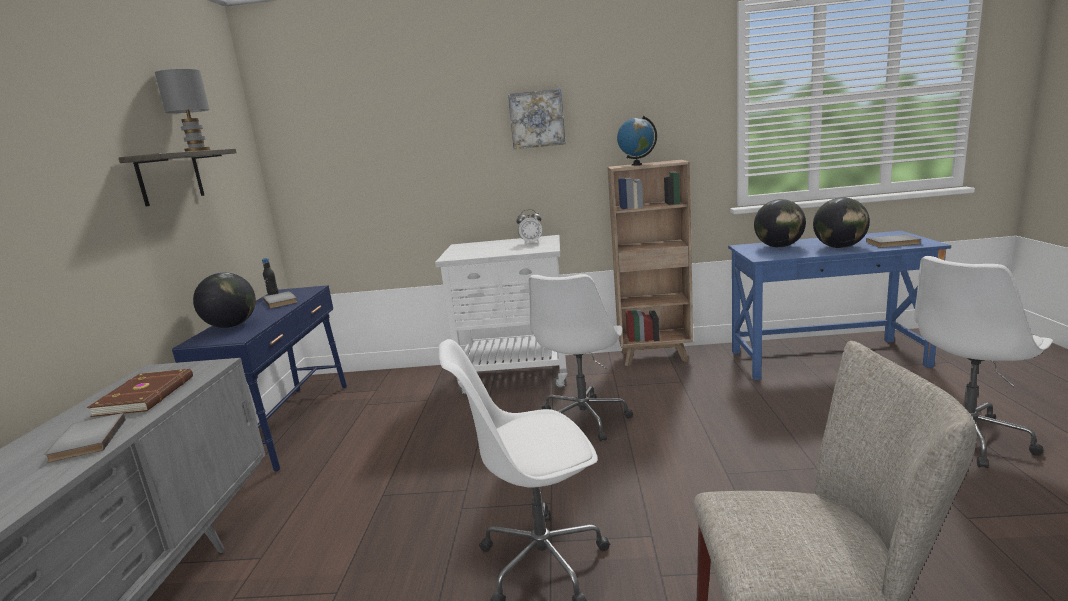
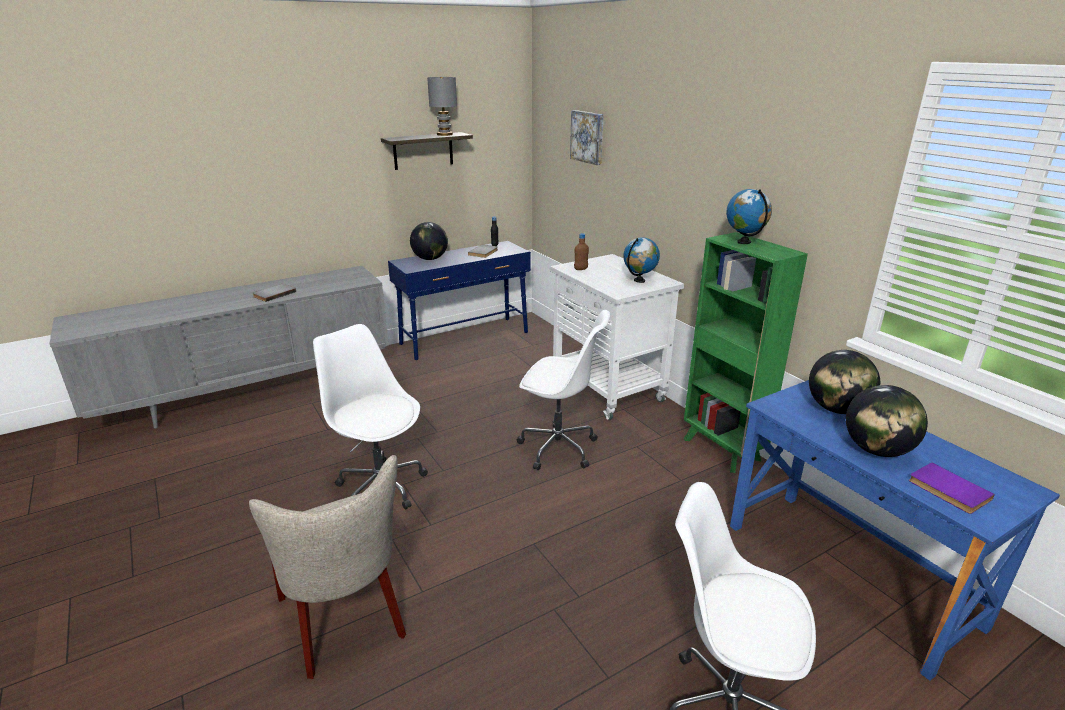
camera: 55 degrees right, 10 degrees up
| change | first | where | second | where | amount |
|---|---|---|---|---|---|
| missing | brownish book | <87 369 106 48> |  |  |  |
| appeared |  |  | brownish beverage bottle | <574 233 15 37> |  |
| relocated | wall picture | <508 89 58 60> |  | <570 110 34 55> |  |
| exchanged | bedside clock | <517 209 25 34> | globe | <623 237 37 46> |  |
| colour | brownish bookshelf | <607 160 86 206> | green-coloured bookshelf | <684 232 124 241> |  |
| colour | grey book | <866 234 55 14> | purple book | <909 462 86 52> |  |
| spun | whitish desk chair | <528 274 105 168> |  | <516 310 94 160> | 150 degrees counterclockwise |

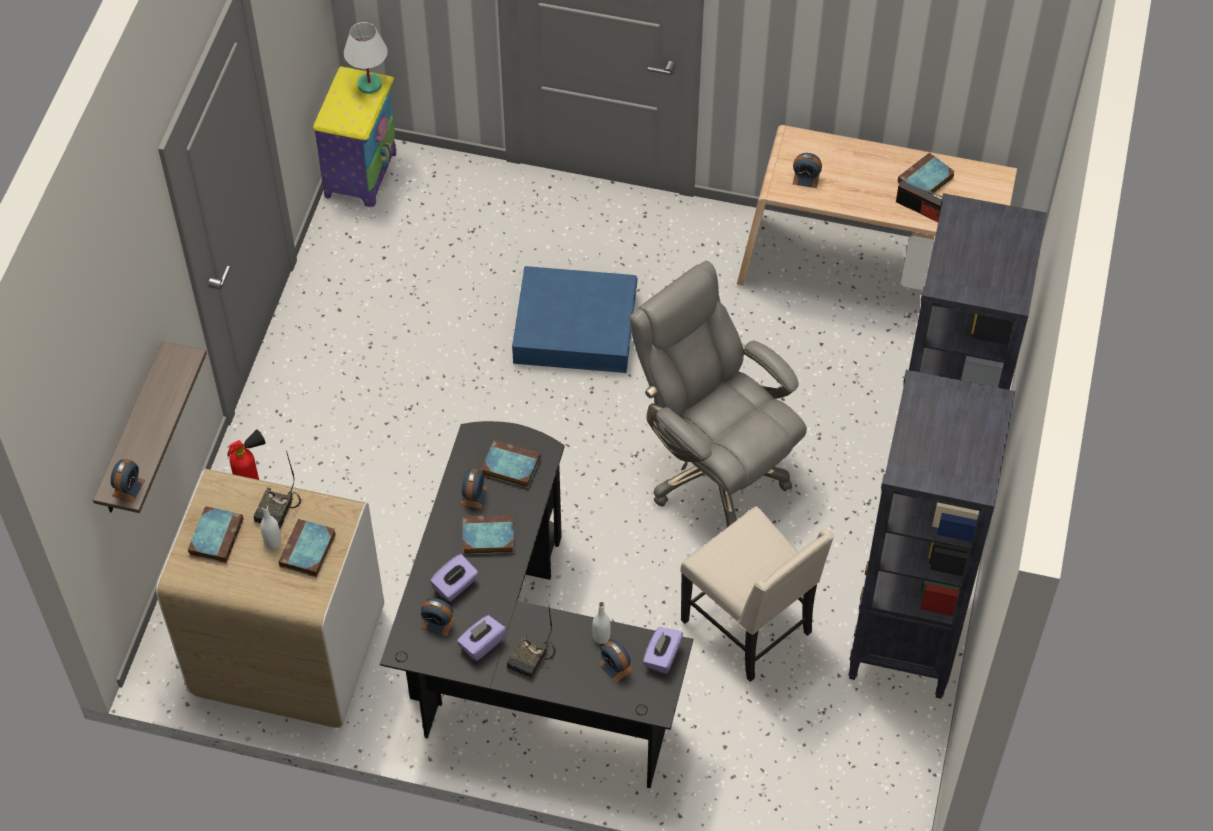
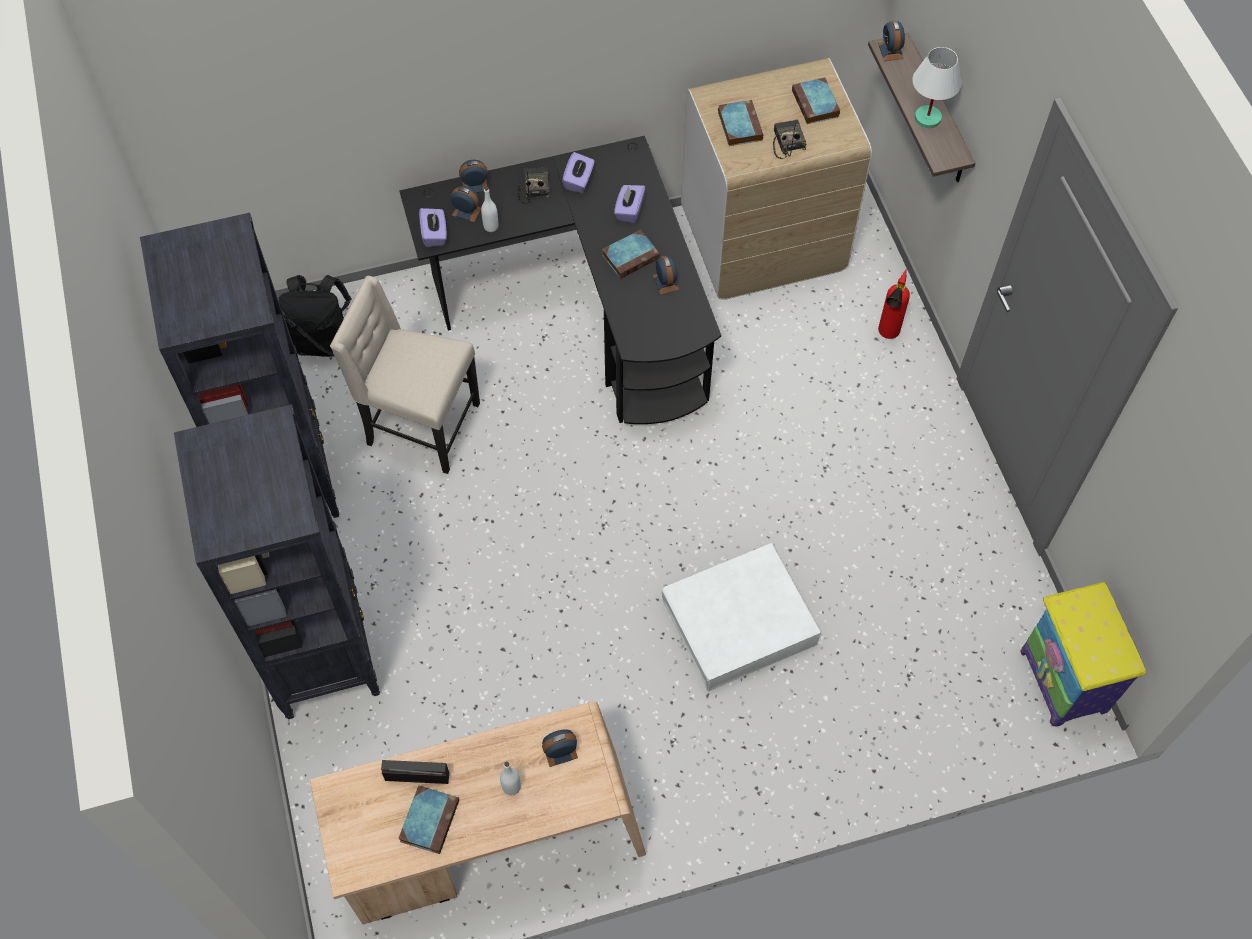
camera: 150 degrees right, 5 degrees up
| change | first | where | second | where | amount |
|---|---|---|---|---|---|
| missing | book | <481 440 60 48> |  |  |  |
| missing | grey desk chair | <630 261 177 266> |  |  |  |
| appeared |  |  | black rucksack | <278 275 74 82> |  |
| relocated | whitish beverage bottle | <260 504 21 45> |  | <500 762 21 34> |  |
| relocated | whitish tabletop lamp | <344 22 44 72> |  | <912 47 50 81> |  |
| relocated | bedside clock | <421 598 34 38> |  | <459 160 29 33> |  |
| colour | bluish storage container | <512 266 126 107> | whitish storage container | <662 543 159 148> |  |

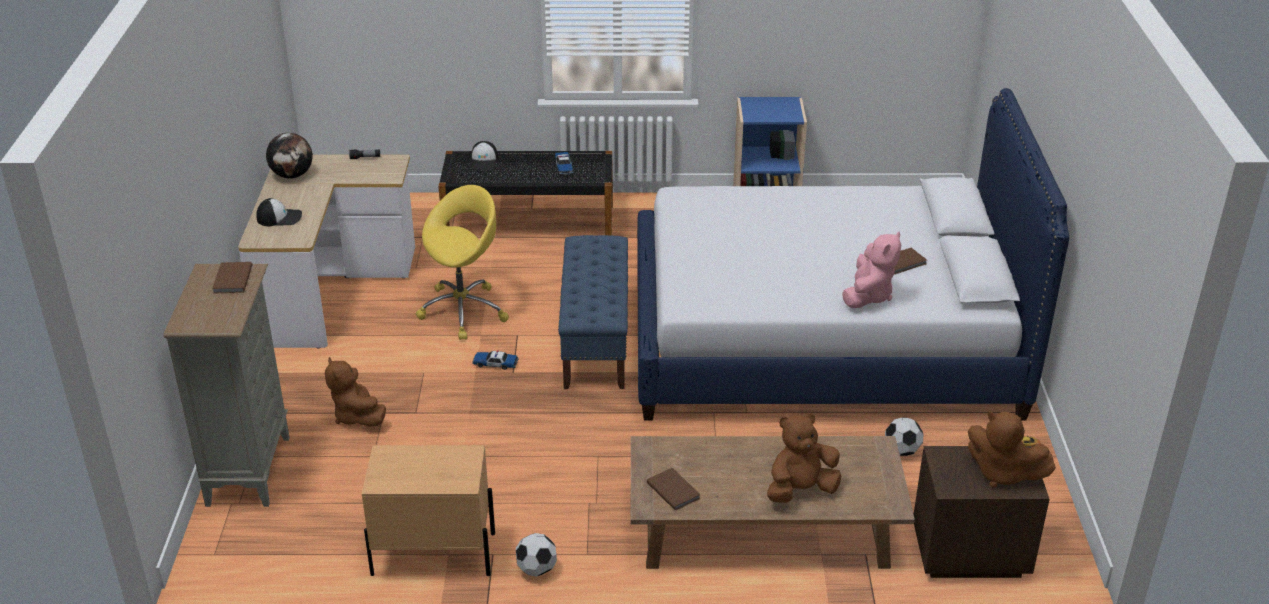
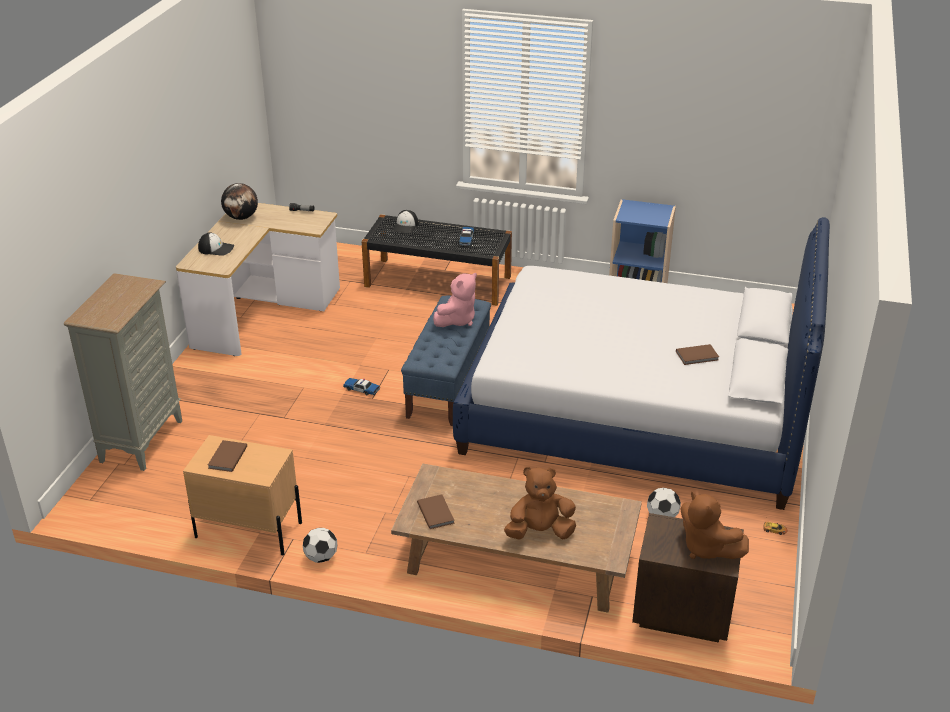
camera: 15 degrees right, 0 degrees up
| change | first | where | second | where | amount |
|---|---|---|---|---|---|
| missing | brownish soft toy | <325 357 61 70> |  |  |  |
| missing | yellowish desk chair | <416 185 93 155> |  |  |  |
| relocated | brownish book | <212 262 40 32> |  | <208 440 39 32> |  |
| relocated | pink-coloured soft toy | <842 232 59 76> |  | <433 273 44 54> |  |

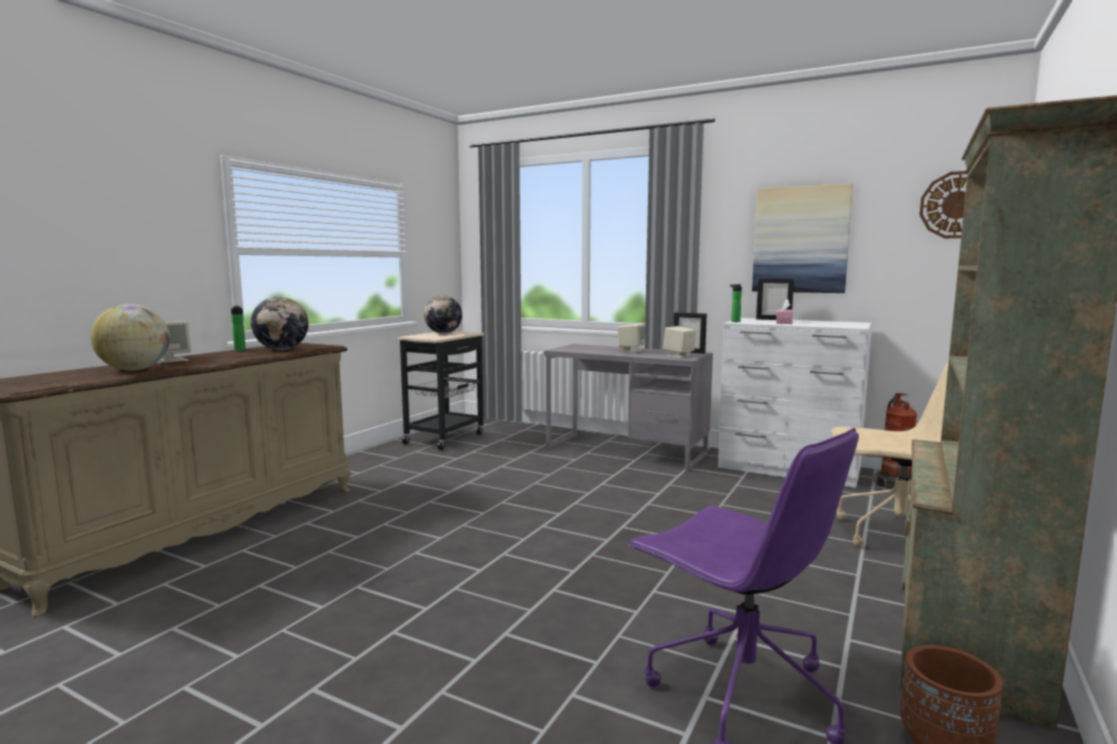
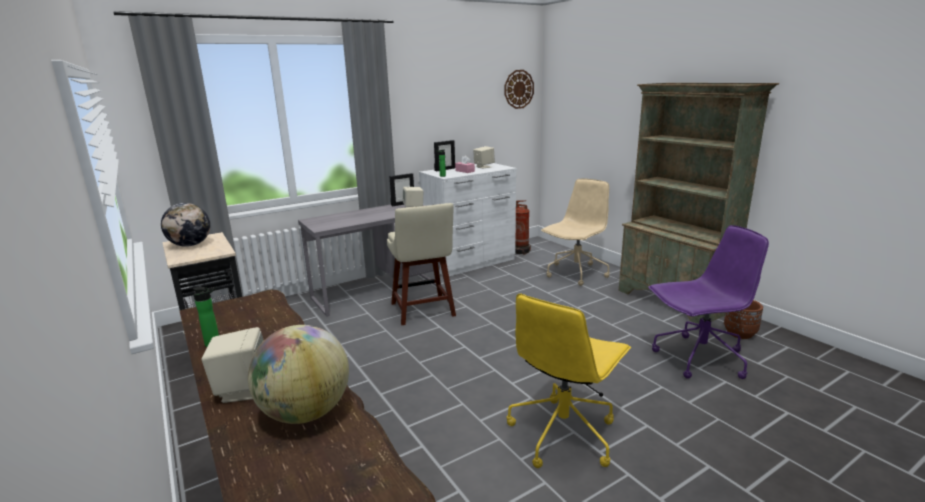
camera: 60 degrees left, 10 degrees up
| change | first | where | second | where | amount |
|---|---|---|---|---|---|
| missing | globe | <251 297 57 53> |  |  |  |
| missing | wall picture | <752 183 101 110> |  |  |  |
| appeared |  |  | beige stool seat | <387 203 69 122> |  |
| appeared |  |  | yellowish desk chair | <507 294 124 174> |  |
| relocated | beige speaker | <617 324 29 29> |  | <473 146 22 23> |  |

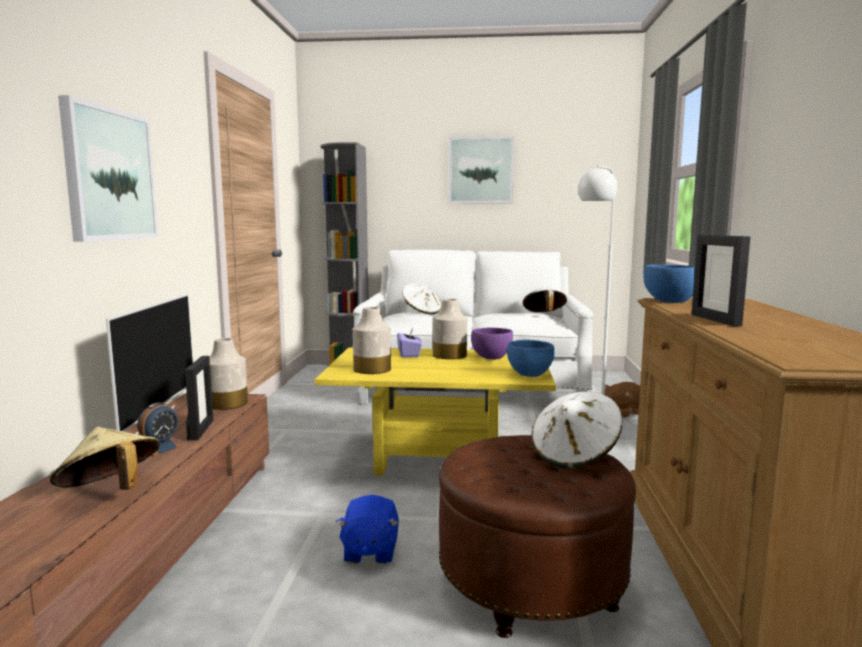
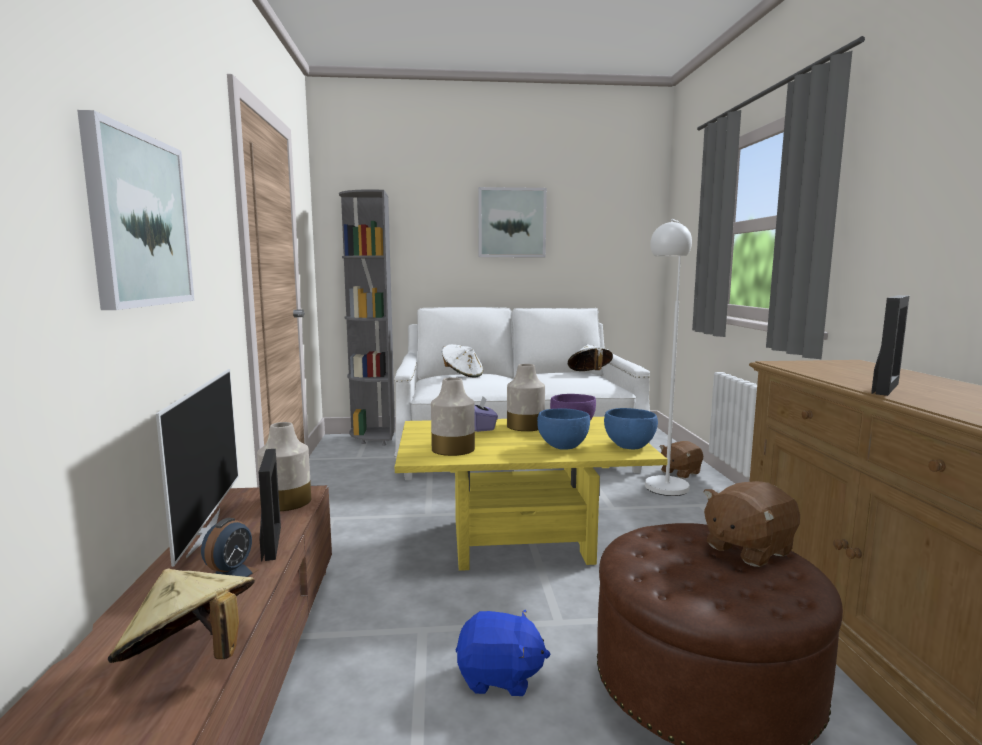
camera: 10 degrees left, 0 degrees up
| change | first | where | second | where | amount |
|---|---|---|---|---|---|
| relocated | bluish deep dish | <643 265 52 38> |  | <537 408 53 42> |  |
| exchanged | whitish hat | <531 392 92 77> | brownish soft toy | <703 481 97 86> |  |
| spun | bluish soft toy | <336 495 63 69> |  | <456 610 94 86> | 75 degrees counterclockwise |
| spun | picture frame | <691 235 59 91> |  | <871 295 38 101> | 120 degrees counterclockwise |

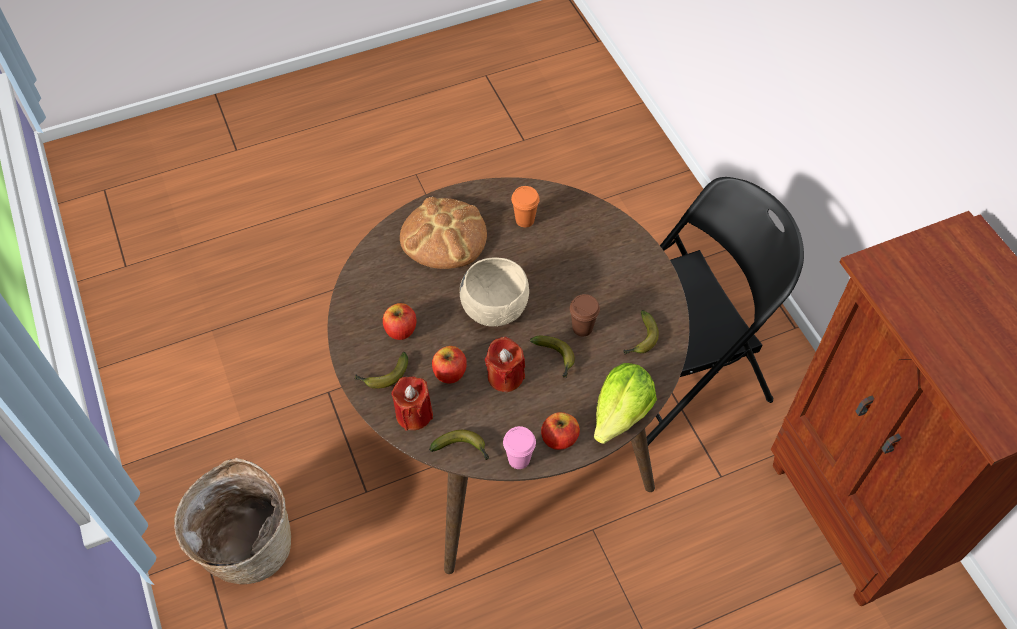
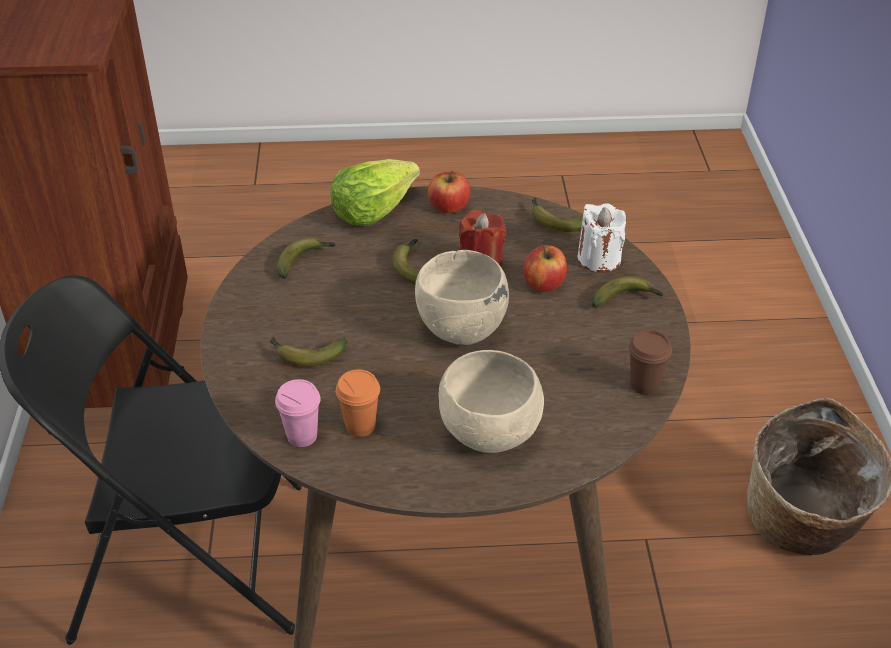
camera: 160 degrees left, 15 degrees down
| change | first | where | second | where | amount |
|---|---|---|---|---|---|
| missing | apple fruit | <383 303 33 37> |  |  |  |
| appeared |  |  | banana | <269 337 78 29> |  |
| relocated | pink-coloured cup | <503 426 33 43> |  | <275 379 46 68> |  |
| relocated | brownish cup | <570 294 30 43> |  | <629 329 43 66> |  |
| exchanged | bakery bread | <400 197 87 72> | beige deep dish | <439 350 105 103> |  |
| colour | red-coloured wax light | <391 377 42 54> | whitish wax light | <578 203 48 69> |  |

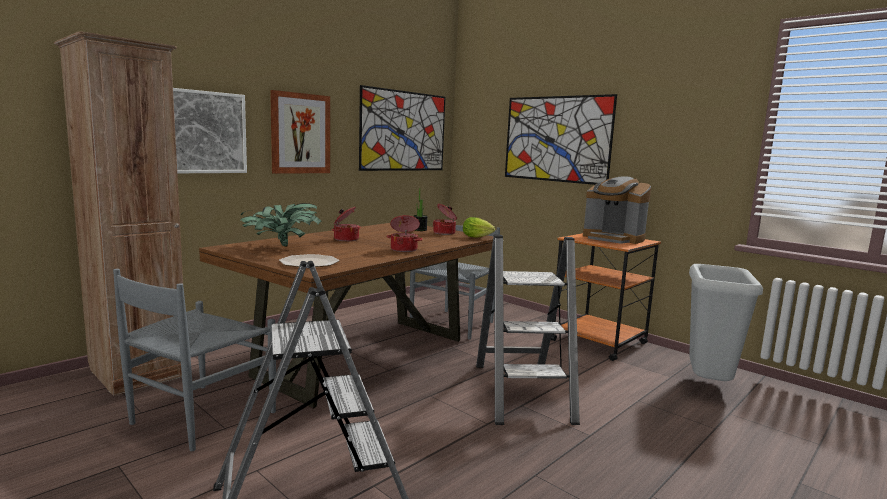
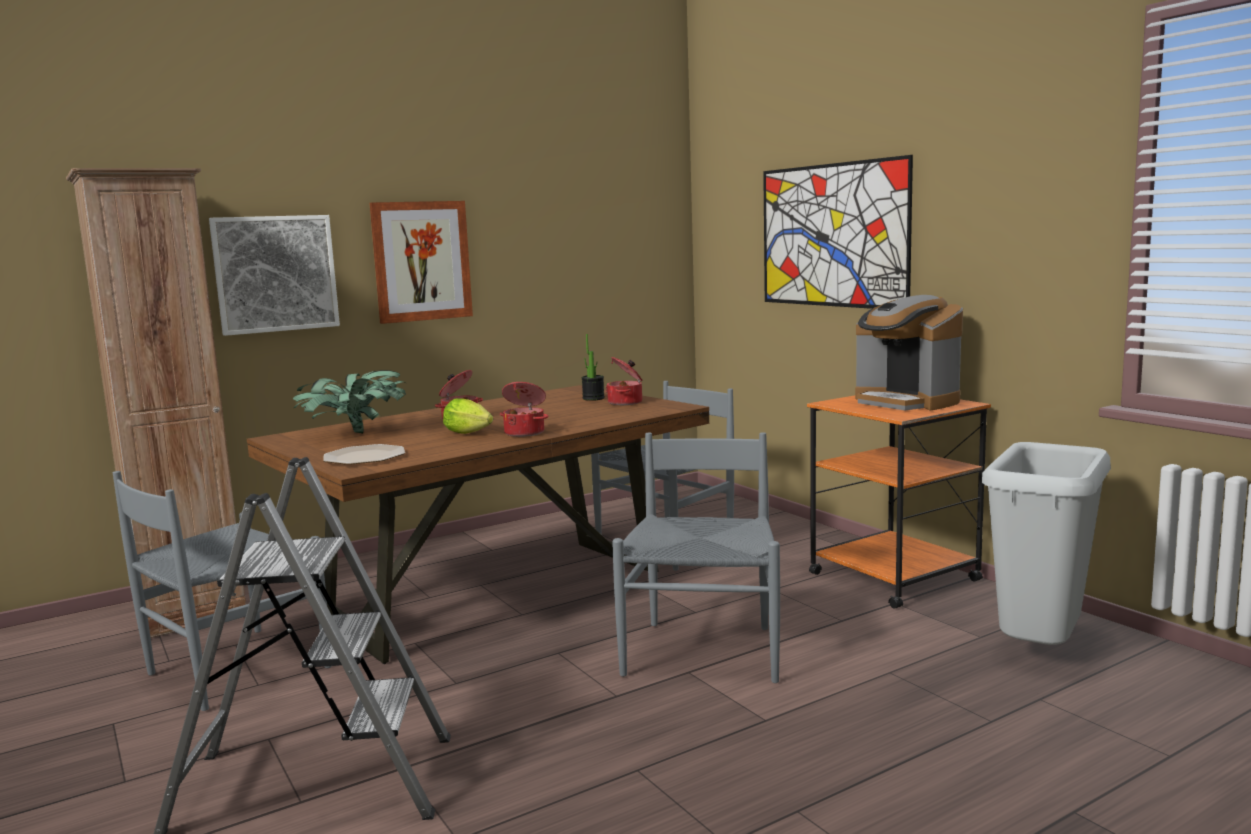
camera: 15 degrees right, 0 degrees up
| change | first | where | second | where | amount |
|---|---|---|---|---|---|
| missing | wall picture | <359 85 86 86> |  |  |  |
| relocated | lettuce | <463 217 32 21> |  | <443 398 50 36> |  |
| exchanged | grey step stool | <476 235 104 190> | grey chair | <612 432 168 251> |  |

